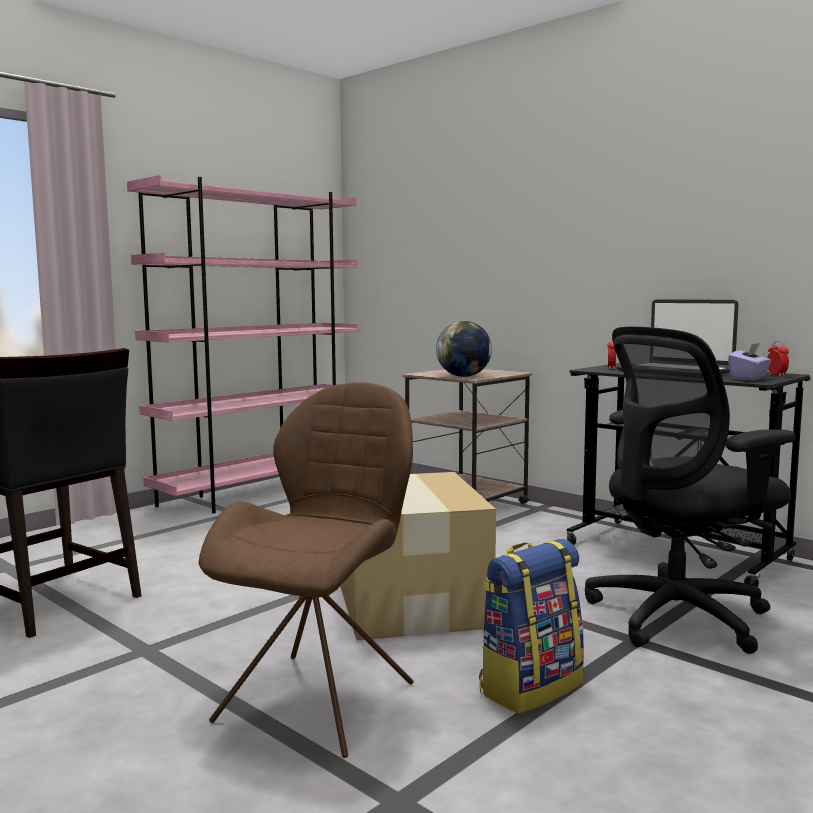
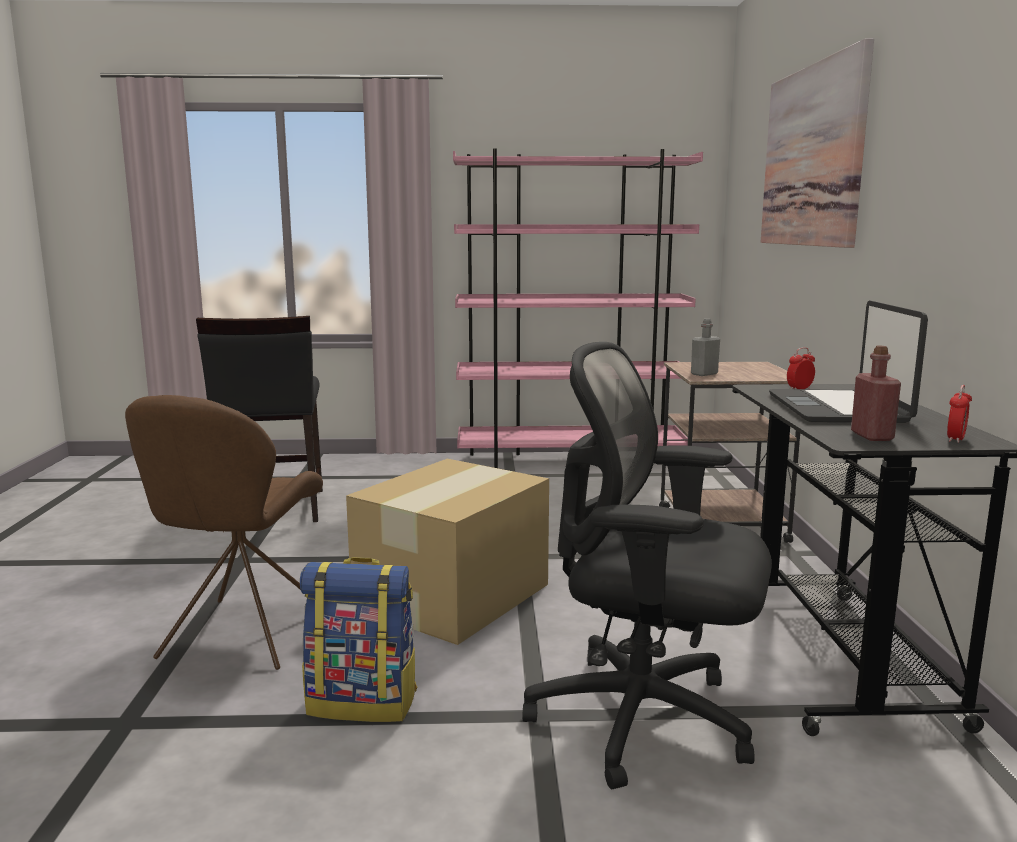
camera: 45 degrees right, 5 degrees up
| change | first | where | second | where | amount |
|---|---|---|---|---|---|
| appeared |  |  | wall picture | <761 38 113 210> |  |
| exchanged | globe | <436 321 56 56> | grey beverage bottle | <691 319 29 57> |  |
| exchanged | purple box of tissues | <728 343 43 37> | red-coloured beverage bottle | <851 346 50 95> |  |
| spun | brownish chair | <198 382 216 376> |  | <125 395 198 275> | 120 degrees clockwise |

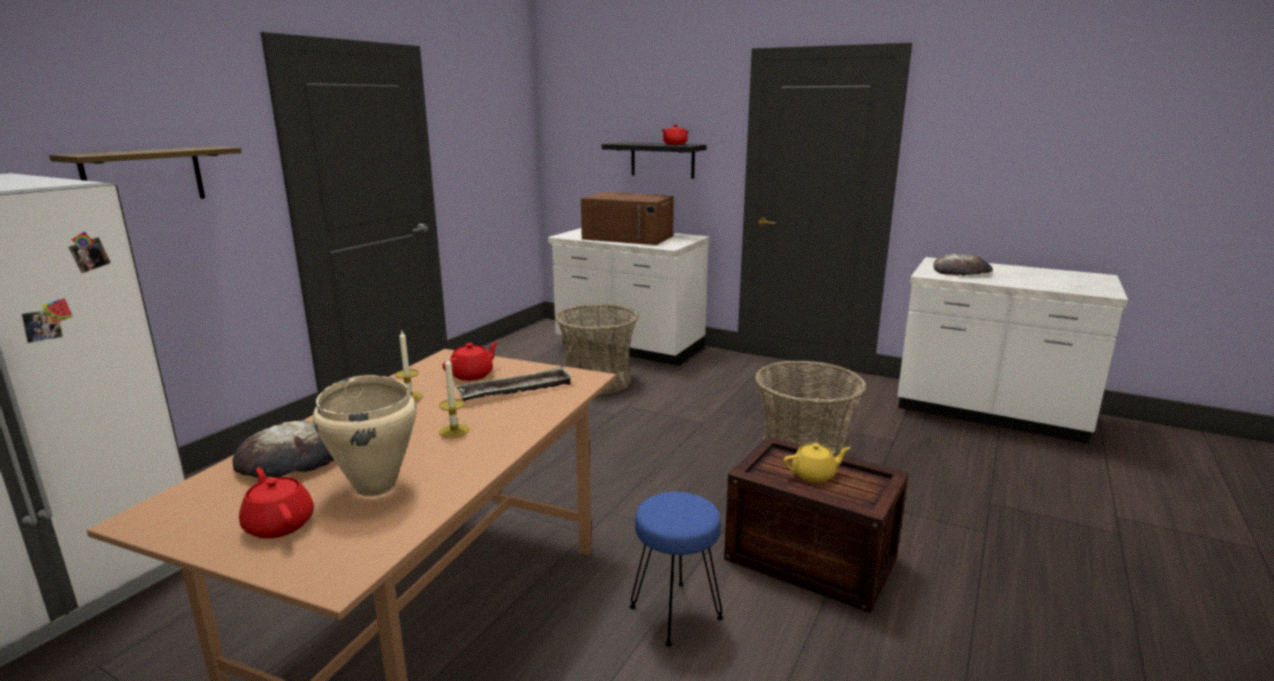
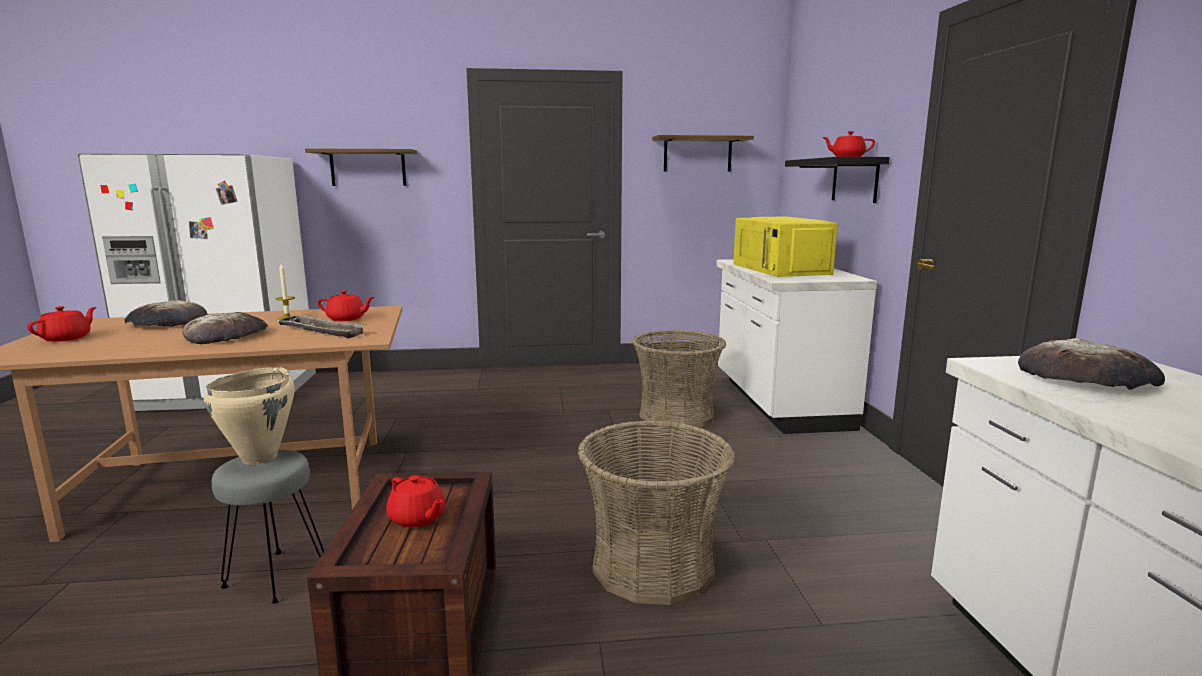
camera: 55 degrees right, 5 degrees down
| change | first | where | second | where | amount |
|---|---|---|---|---|---|
| appeared |  |  | shelf | <652 135 102 37> |  |
| relocated | beige cooking pot | <313 375 103 122> |  | <204 367 91 98> |  |
| exchanged | wax light | <439 356 31 82> | bakery bread | <182 312 86 32> |  |
| colour | brownish microwave oven | <581 192 93 53> | yellowish microwave oven | <733 216 105 61> |  |
| colour | bluish stool seat | <629 492 94 154> | grey stool seat | <212 450 112 154> |  |
| colour | yellowish tea pot | <784 443 67 39> | red-coloured tea pot | <386 475 60 53> |  |

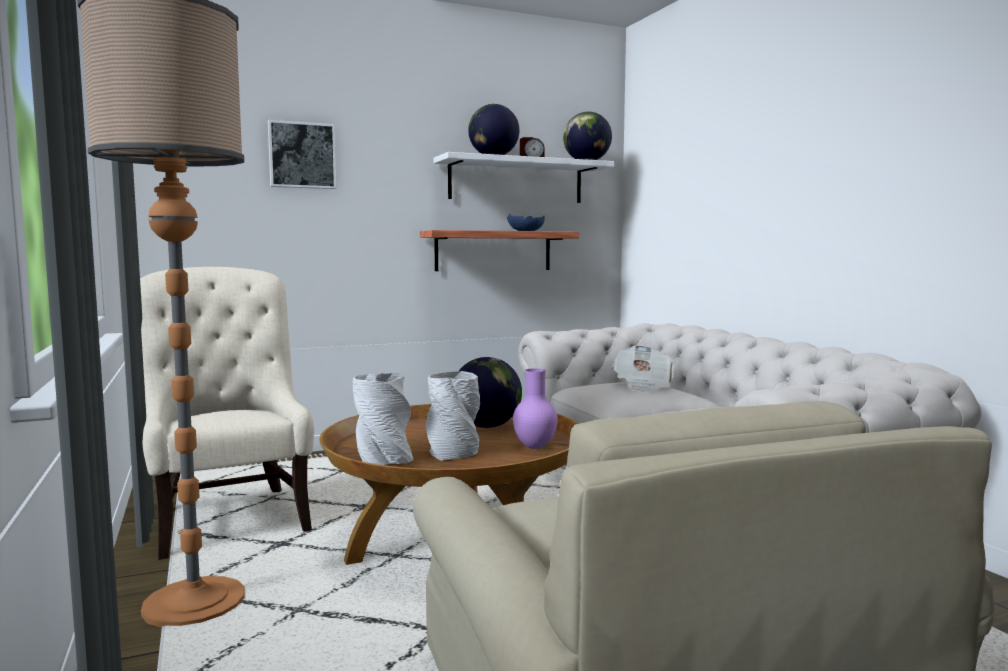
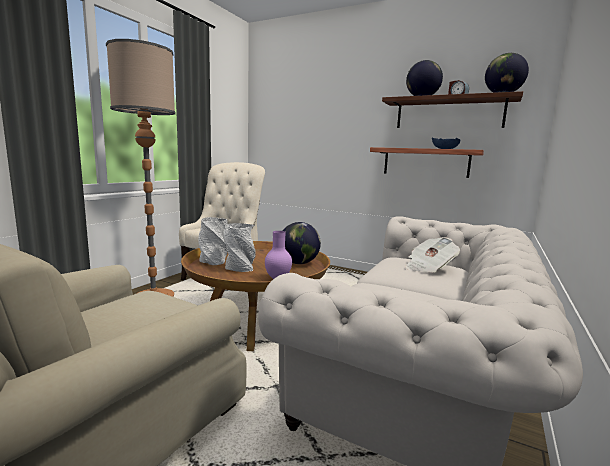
camera: 50 degrees right, 5 degrees up
| change | first | where | second | where | amount |
|---|---|---|---|---|---|
| missing | wall picture | <268 120 68 69> |  |  |  |
| colour | whitish shelf | <434 152 180 51> | brownish shelf | <382 91 141 37> |  |

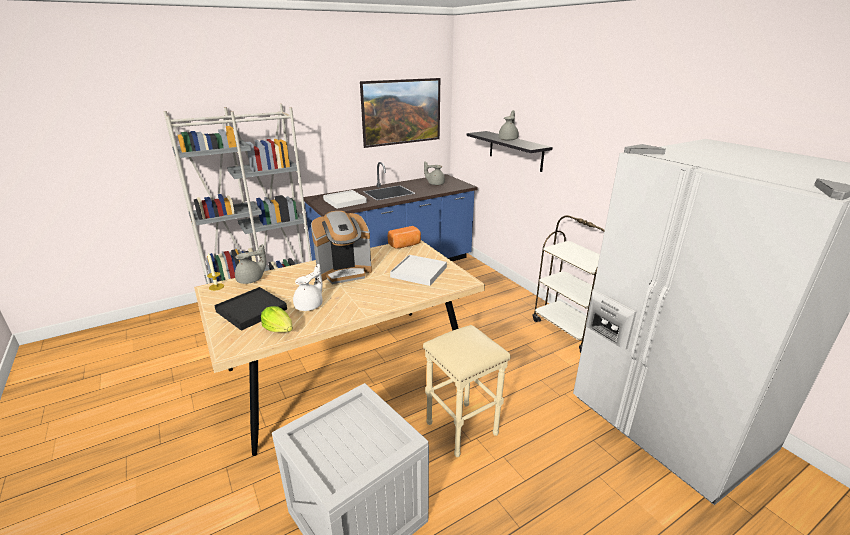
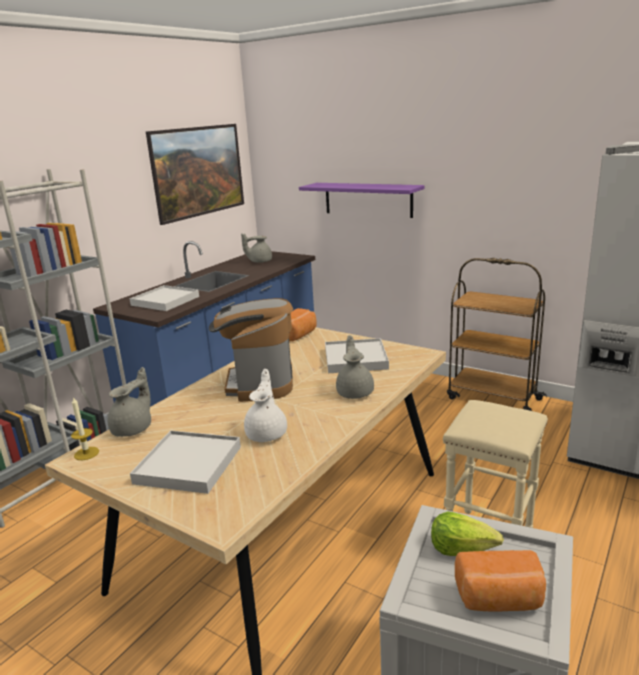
camera: 25 degrees left, 5 degrees down
| change | first | where | second | where | amount |
|---|---|---|---|---|---|
| appeared |  |  | bakery bread | <455 550 91 62> |  |
| relocated | lettuce | <261 306 32 26> |  | <431 511 73 45> |  |
| relocated | grey tea pot | <499 110 20 31> |  | <336 335 38 64> |  |
| colour | black serving tray | <214 287 73 44> | whitish serving tray | <130 430 111 64> |  |
| colour | black shelf | <467 131 85 41> | purple shelf | <299 183 126 35> |  |
| colour | whitish wheeled cart | <533 215 72 138> | brownish wheeled cart | <447 258 100 153> |  |
| spun | coffee maker | <311 211 61 73> |  | <209 298 84 104> | 135 degrees clockwise |

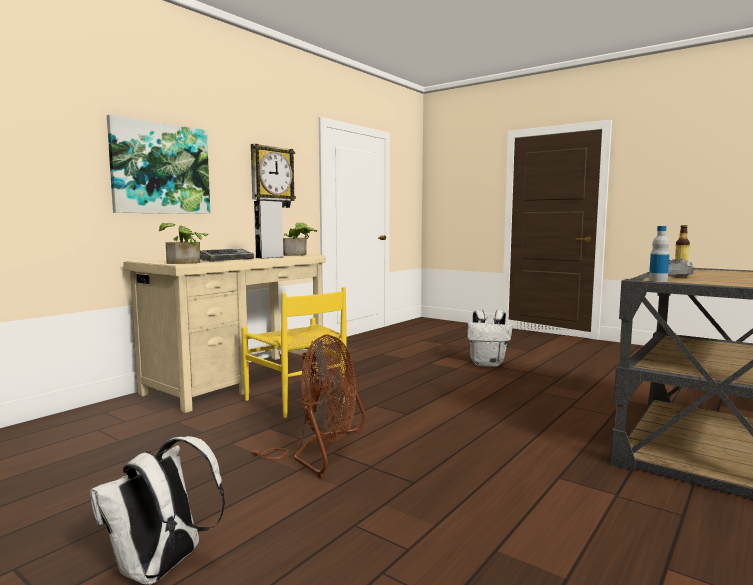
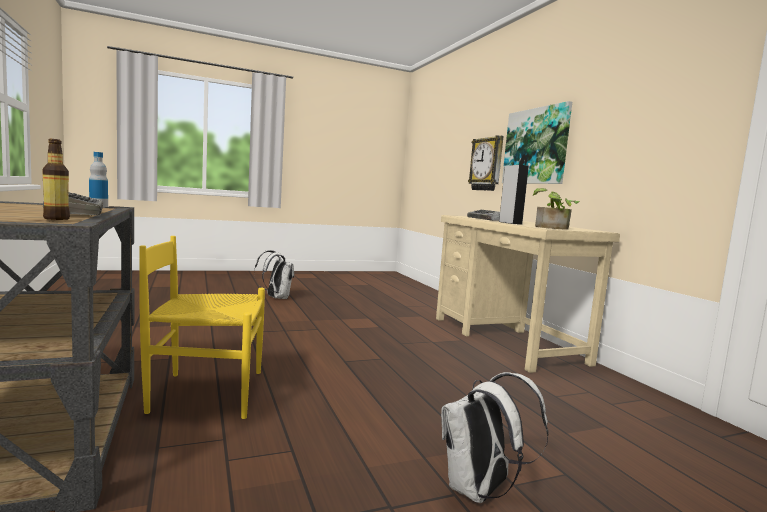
camera: 120 degrees right, 0 degrees up
| change | first | where | second | where | amount |
|---|---|---|---|---|---|
| missing | houseplant | <159 223 50 41> |  |  |  |
| missing | brownish electric fan | <252 335 114 143> |  |  |  |
| relocated | yellowish chair | <242 287 104 131> |  | <139 236 126 183> |  |
| relocated | wall clock | <251 144 45 64> |  | <468 135 36 56> |  |

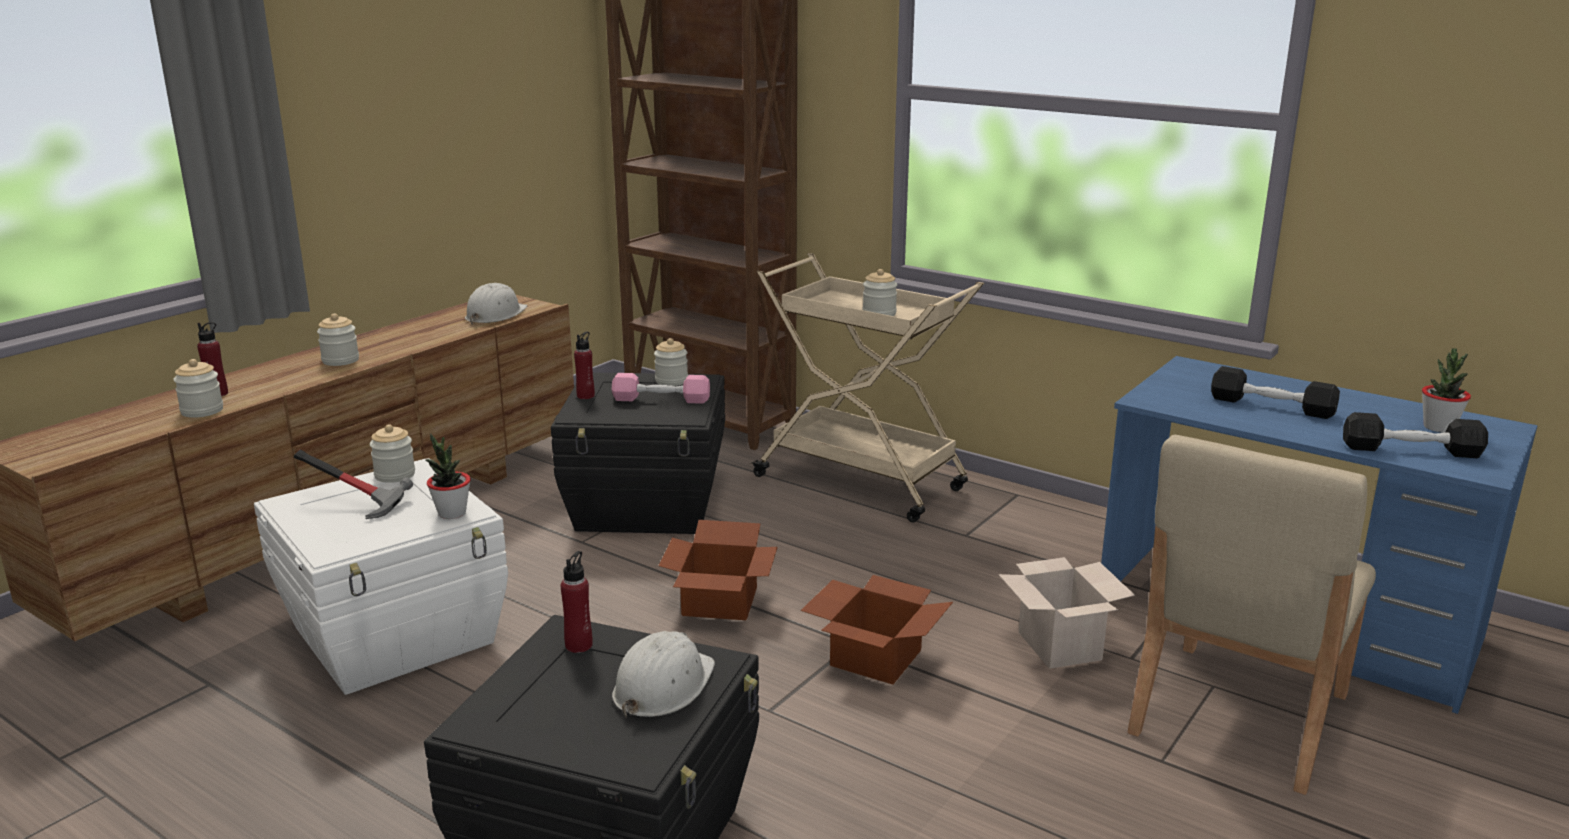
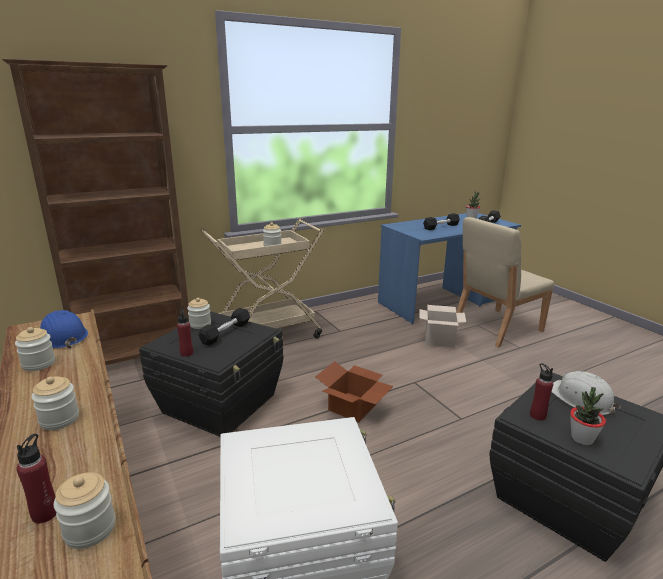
camera: 65 degrees left, 0 degrees up
| change | first | where | second | where | amount |
|---|---|---|---|---|---|
| missing | hammer | <294 450 119 69> |  |  |  |
| missing | cardboard box | <801 575 152 110> |  |  |  |
| relocated | jar | <370 425 45 58> |  | <15 327 40 44> |  |
| relocated | houseplant | <426 434 45 85> |  | <570 387 36 58> |  |
| colour | whitish work helmet | <465 283 62 41> | bluish work helmet | <40 310 48 38> |  |
| colour | pink-coloured hand weight | <612 373 98 31> | black hand weight | <198 308 52 38> |  |
| spun | beige chair | <1127 435 249 360> |  | <456 217 98 131> | 90 degrees clockwise |

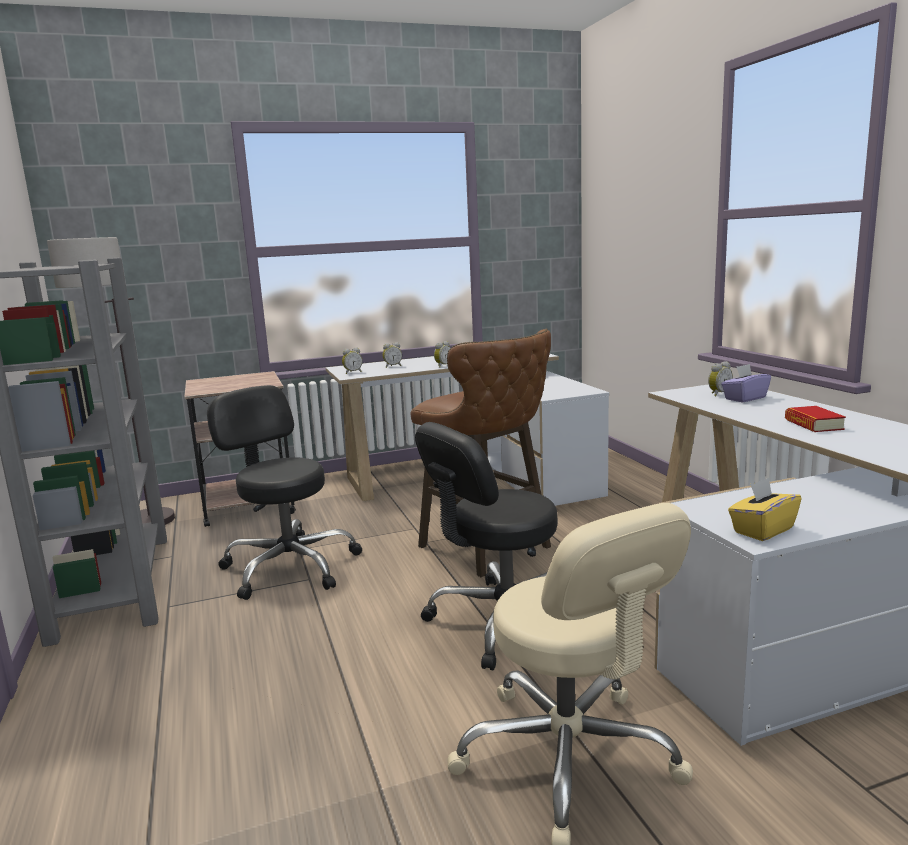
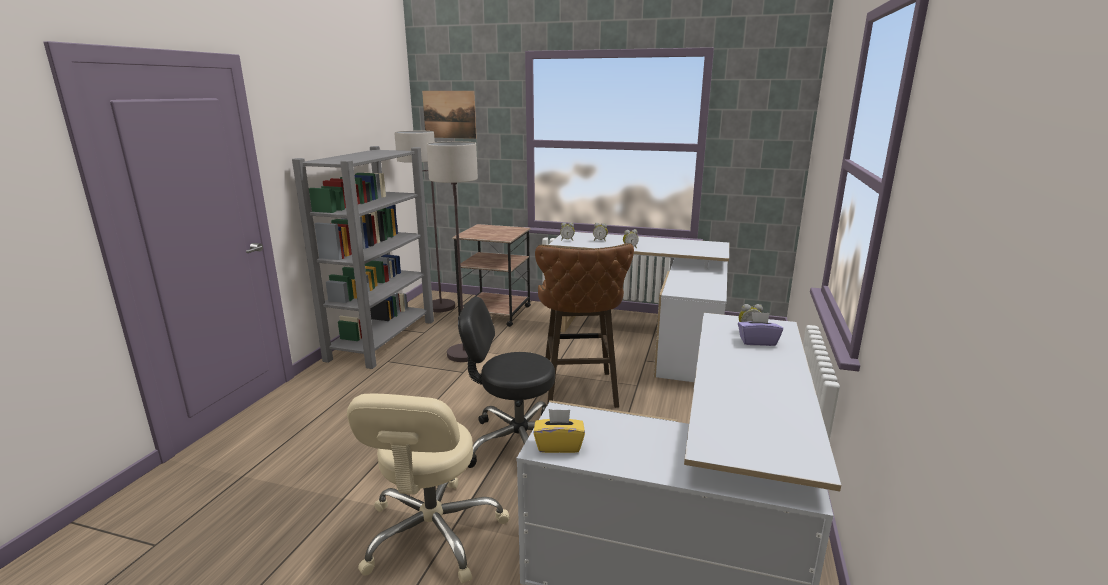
camera: 35 degrees right, 5 degrees up
| change | first | where | second | where | amount |
|---|---|---|---|---|---|
| missing | book | <785 406 61 26> |  |  |  |
| appeared |  |  | wall picture | <422 91 55 48> |  |
| exchanged | black desk chair | <207 385 155 215> | grey standing lamp | <427 141 51 221> |  |

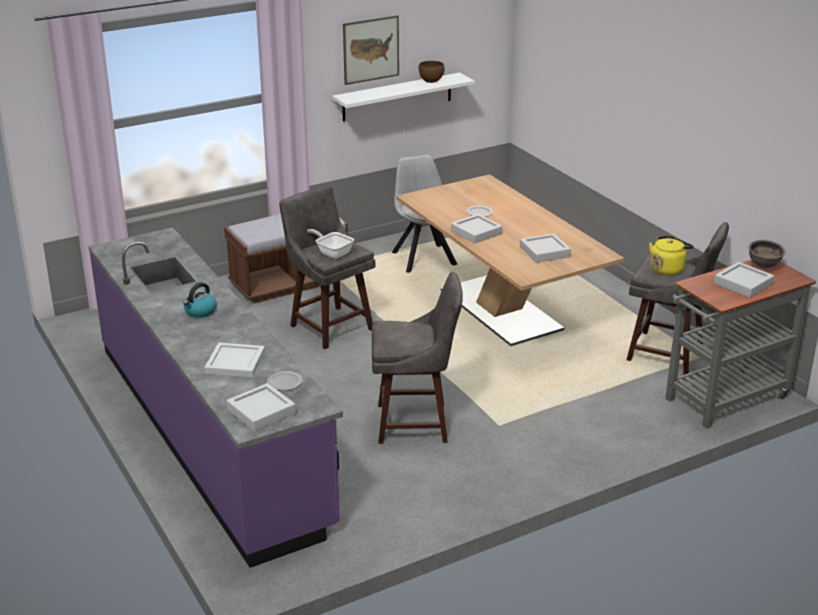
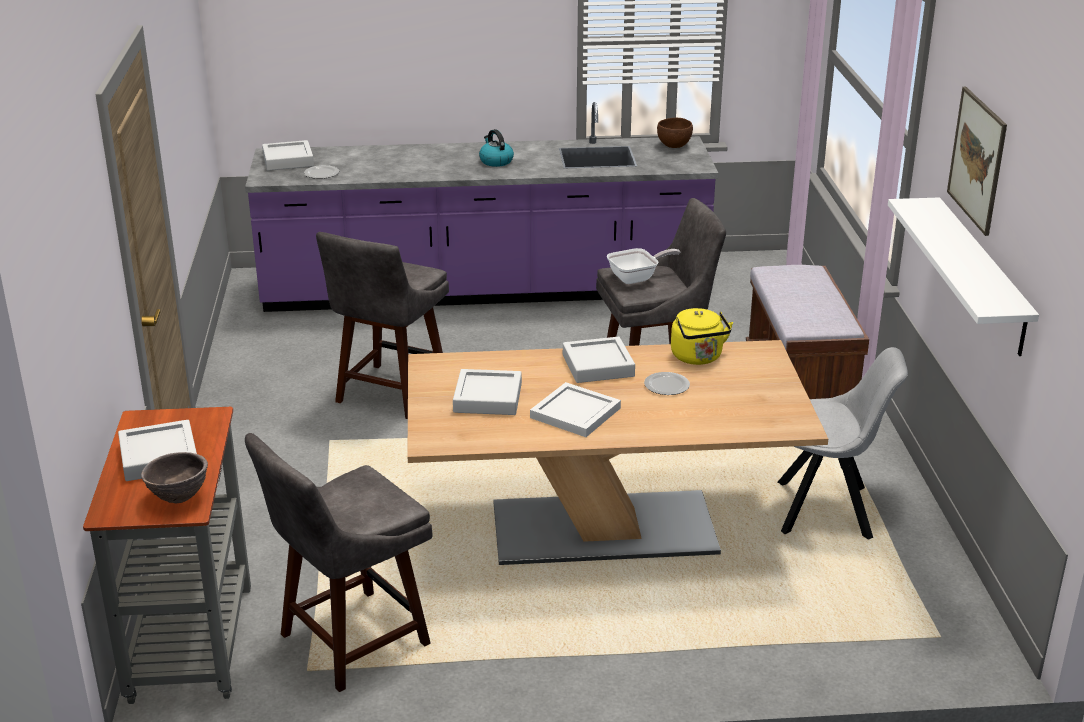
camera: 115 degrees right, 0 degrees up
| change | first | where | second | where | amount |
|---|---|---|---|---|---|
| relocated | whitish serving tray | <204 342 61 35> |  | <530 382 91 55> |  |
| relocated | brownish deep dish | <419 61 26 22> |  | <657 118 36 30> |  |
| relocated | yellowish water kettle | <649 235 45 40> |  | <671 308 62 57> |  |

